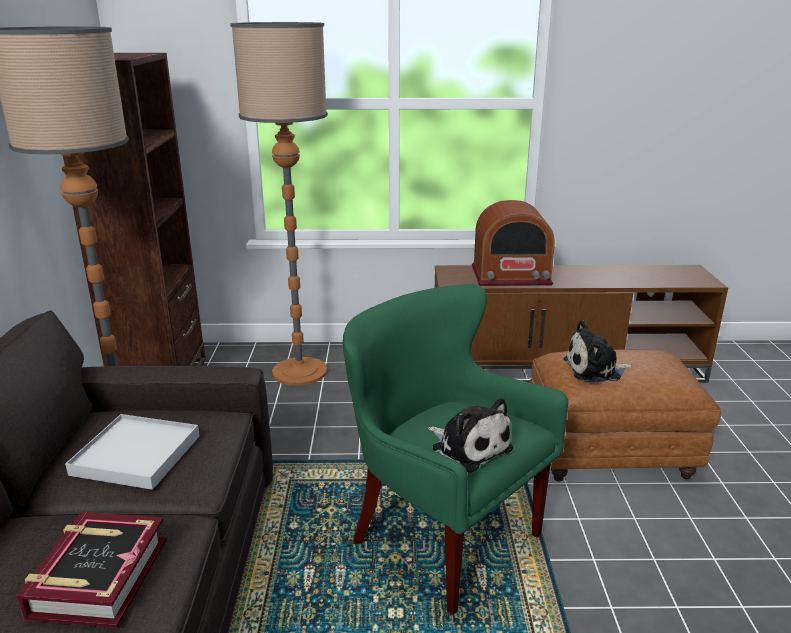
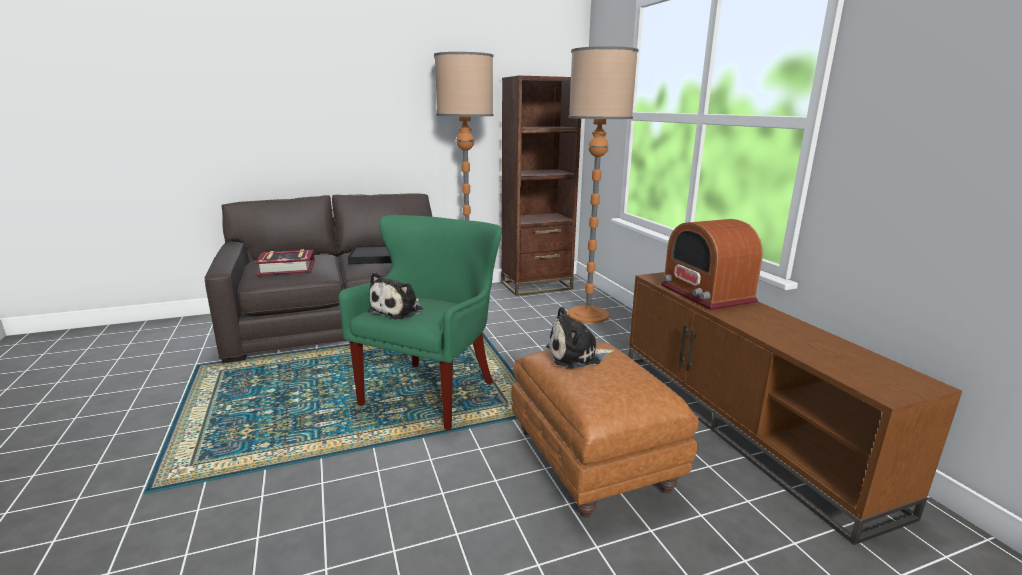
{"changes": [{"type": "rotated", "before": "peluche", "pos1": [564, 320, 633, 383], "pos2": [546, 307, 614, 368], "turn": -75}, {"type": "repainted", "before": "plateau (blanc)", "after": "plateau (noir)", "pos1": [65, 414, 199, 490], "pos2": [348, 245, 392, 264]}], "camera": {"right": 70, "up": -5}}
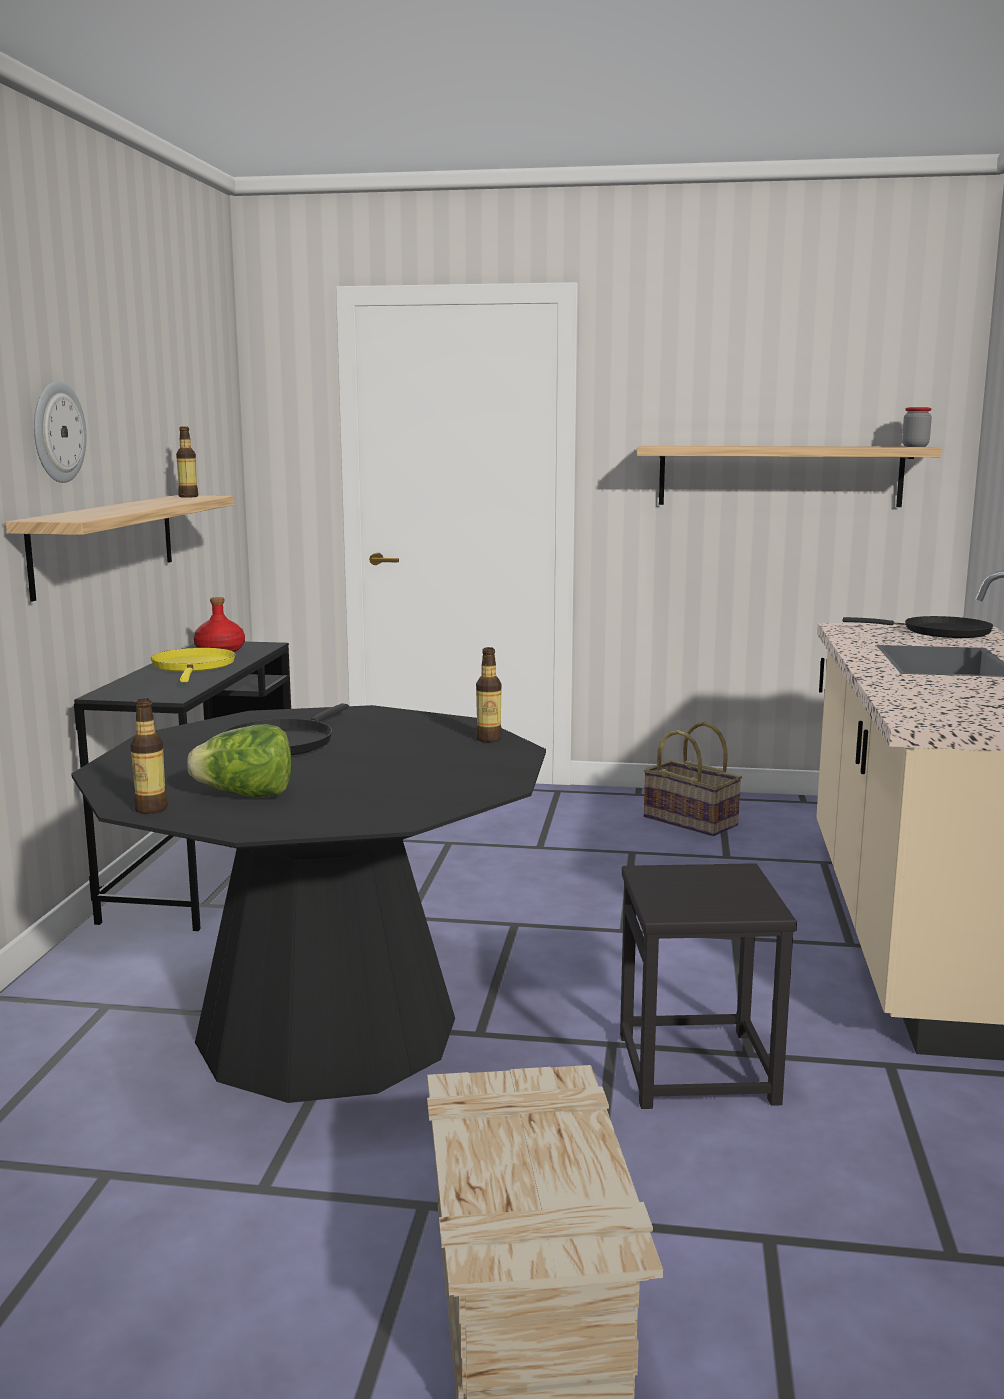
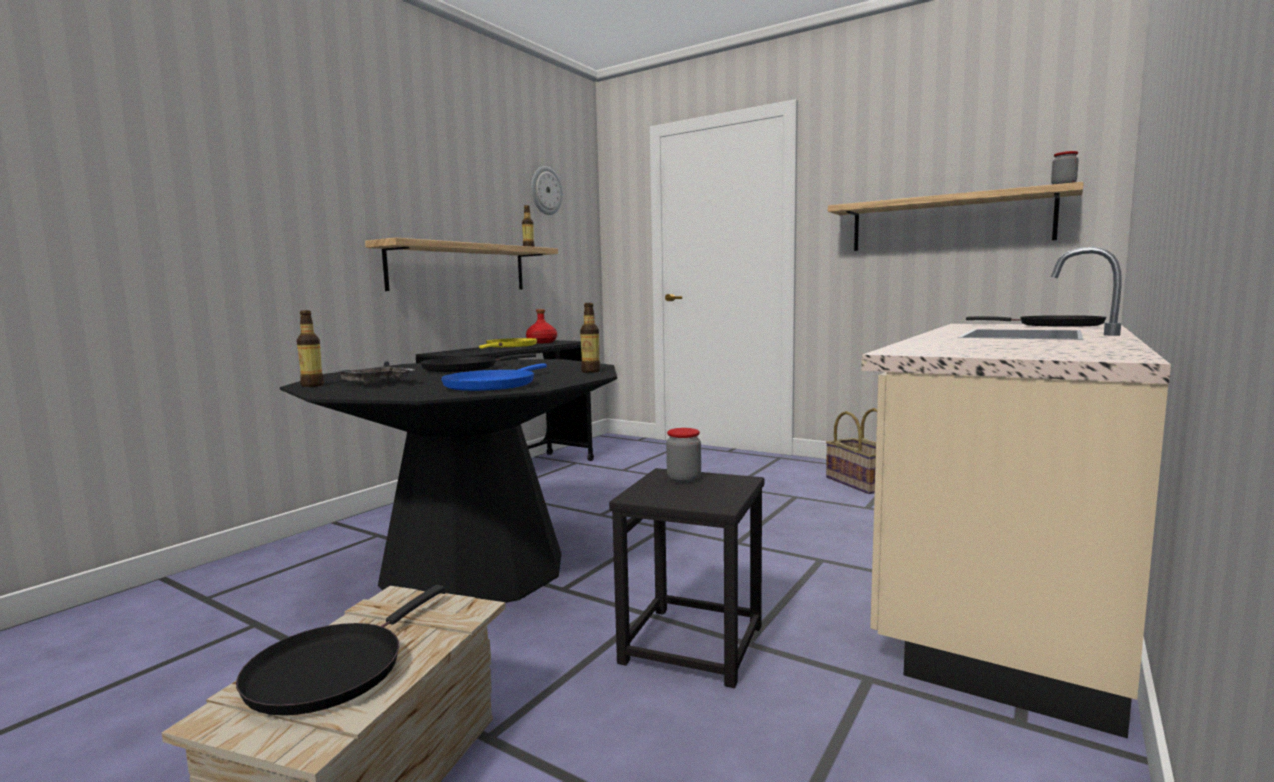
{"changes": [{"type": "shifted", "before": "horloge murale", "pos1": [34, 381, 86, 483], "pos2": [531, 166, 563, 215]}, {"type": "swapped", "before": "laitue", "after": "plateau (gris)", "pos1": [187, 724, 291, 797], "pos2": [339, 361, 414, 384]}, {"type": "new", "after": "poêle (bleu)", "pos2": [441, 364, 547, 391]}, {"type": "new", "after": "bocal", "pos2": [666, 428, 701, 483]}, {"type": "new", "after": "poêle (noir)", "pos2": [236, 585, 444, 715]}], "camera": {"right": 25, "up": -5}}
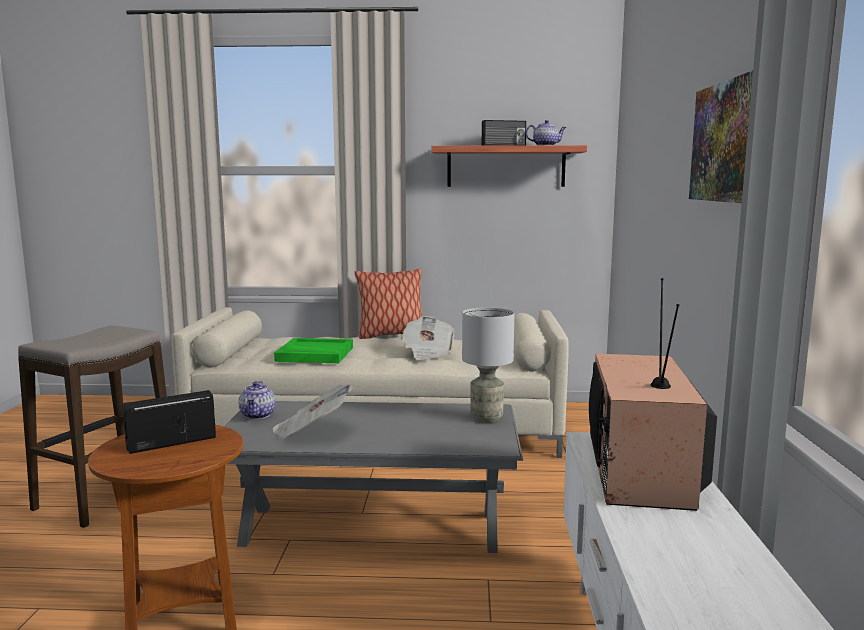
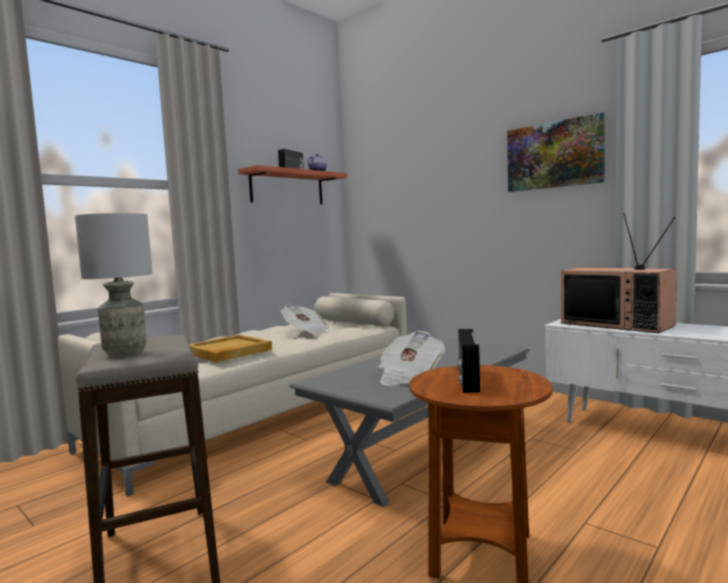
{"changes": [{"type": "gone", "before": "coussin", "pos1": [354, 269, 423, 339]}, {"type": "shifted", "before": "lampe de table (gris)", "pos1": [462, 308, 514, 423], "pos2": [75, 213, 153, 356]}, {"type": "repainted", "before": "plateau (vert)", "after": "plateau (beige)", "pos1": [274, 338, 353, 363], "pos2": [189, 335, 272, 362]}, {"type": "gone", "before": "théière", "pos1": [239, 381, 276, 419]}], "camera": {"right": -50, "up": -5}}
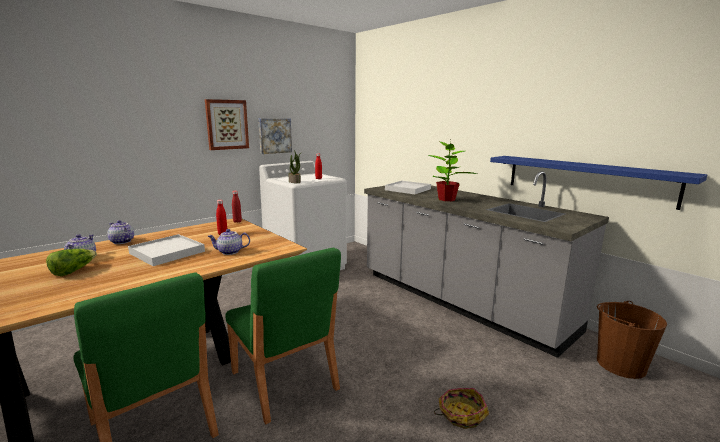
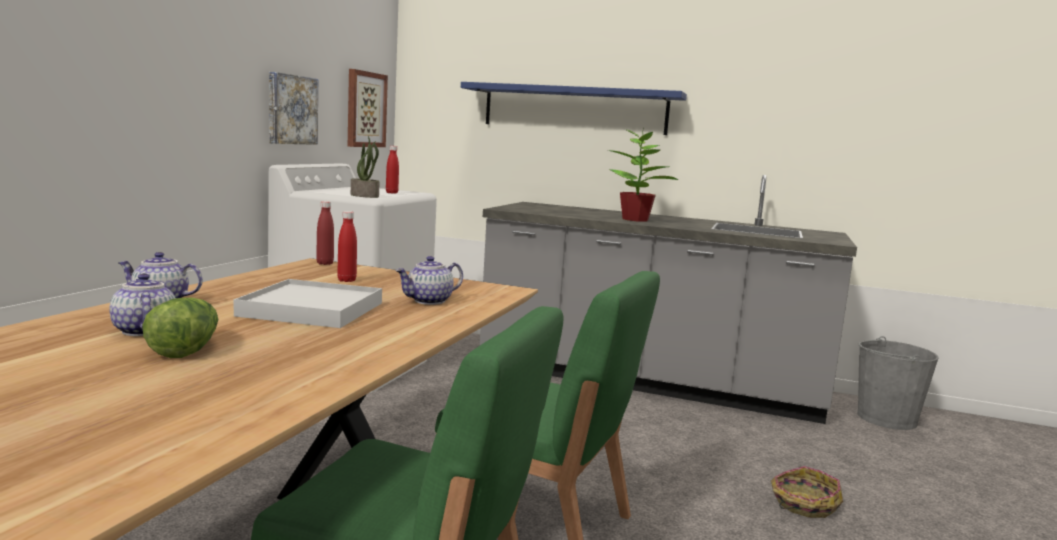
{"changes": [{"type": "shifted", "before": "tableau", "pos1": [205, 99, 249, 150], "pos2": [348, 69, 388, 147]}, {"type": "shifted", "before": "étagère (bleu)", "pos1": [490, 156, 707, 210], "pos2": [461, 82, 687, 135]}, {"type": "gone", "before": "plateau (blanc)", "pos1": [385, 181, 431, 194]}, {"type": "repainted", "before": "seau (marron)", "after": "seau (gris)", "pos1": [597, 301, 667, 379], "pos2": [857, 336, 939, 430]}], "camera": {"right": -30, "up": -5}}
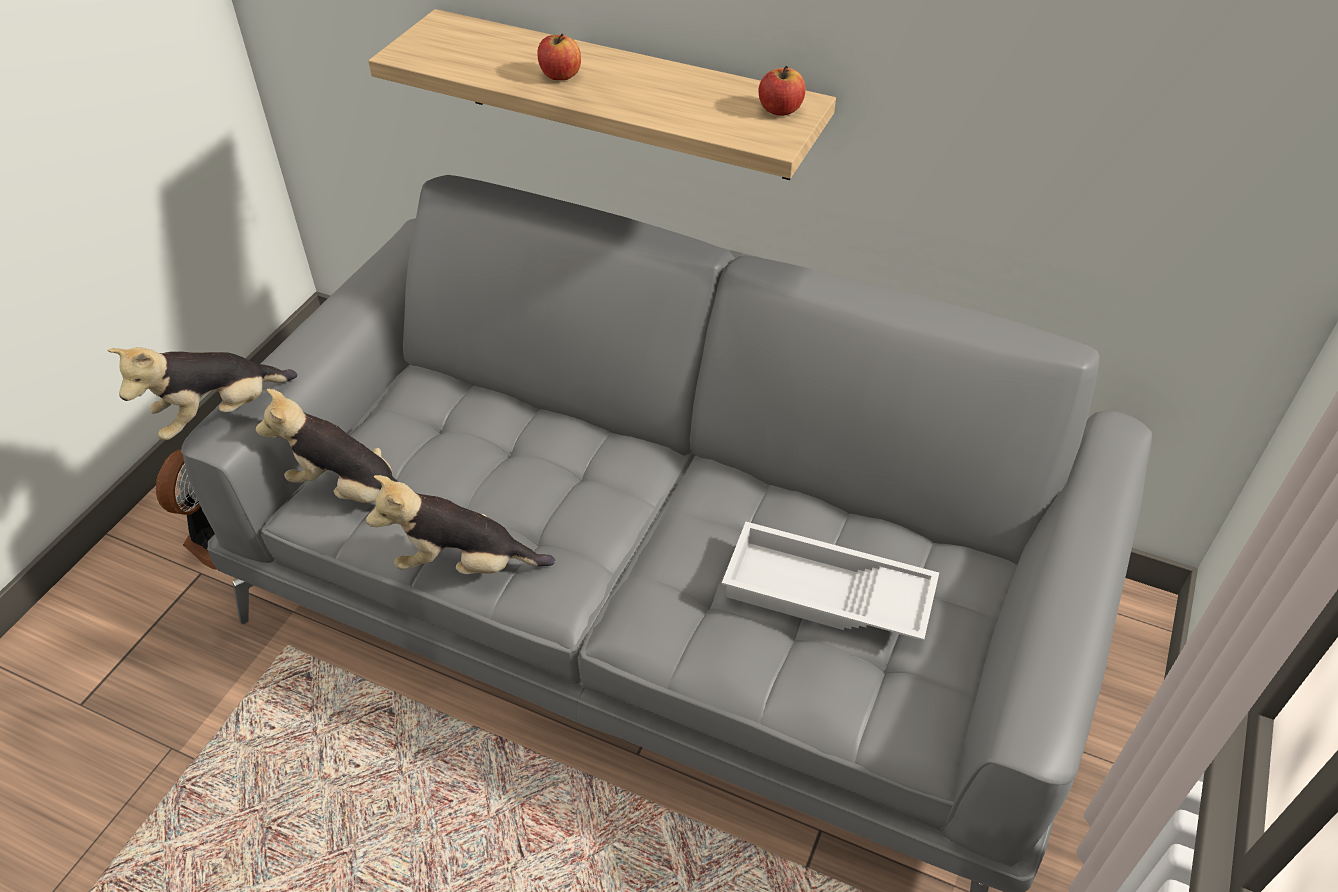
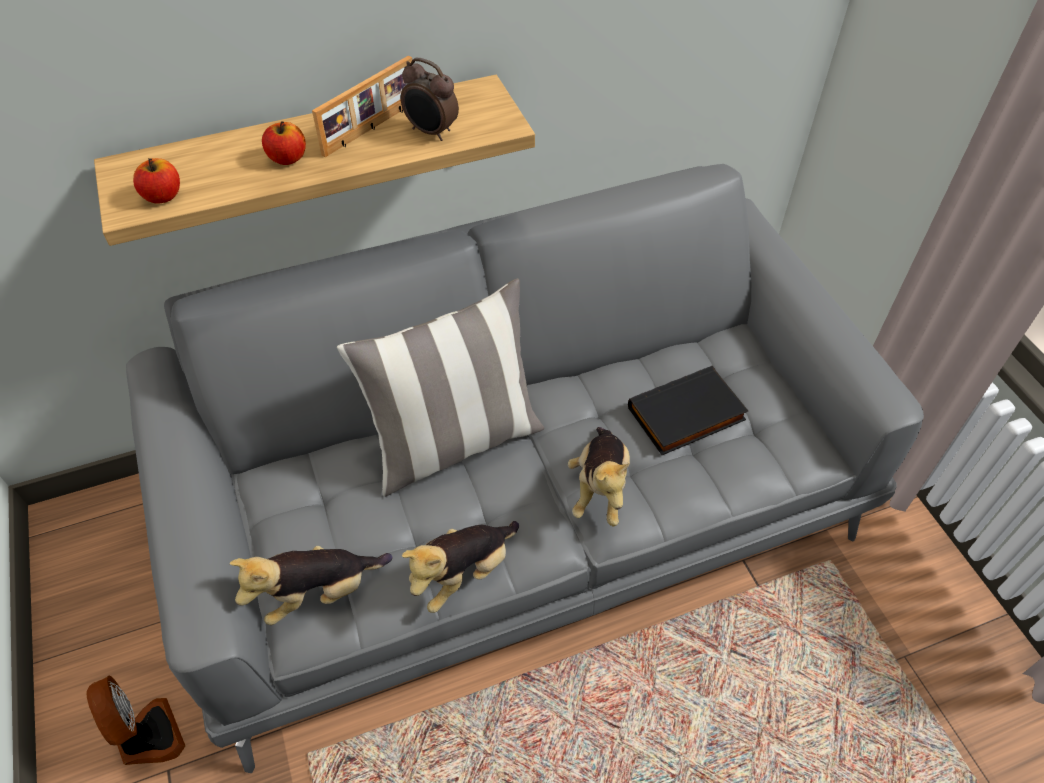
{"changes": [{"type": "shifted", "before": "pomme", "pos1": [758, 66, 806, 116], "pos2": [133, 158, 180, 204]}, {"type": "shifted", "before": "peluche", "pos1": [107, 347, 298, 440], "pos2": [568, 427, 630, 527]}, {"type": "swapped", "before": "plateau (blanc)", "after": "livre (noir)", "pos1": [722, 522, 939, 641], "pos2": [628, 366, 748, 455]}, {"type": "new", "after": "cadre photo", "pos2": [312, 56, 412, 157]}, {"type": "new", "after": "réveil", "pos2": [401, 58, 459, 141]}, {"type": "new", "after": "coussin", "pos2": [337, 278, 544, 497]}], "camera": {"right": -45, "up": 5}}
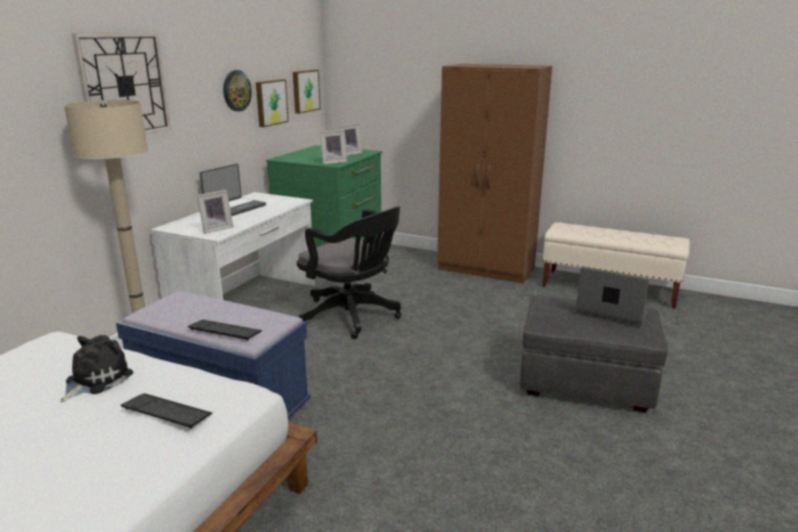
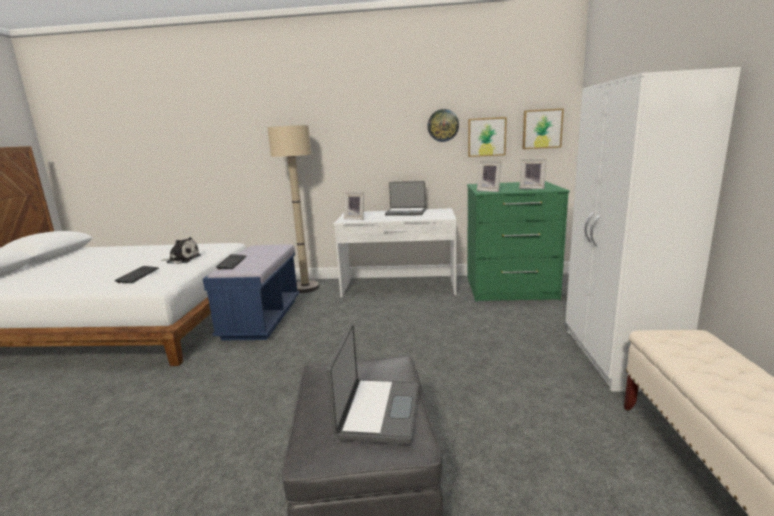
{"changes": [{"type": "gone", "before": "horloge murale", "pos1": [72, 33, 171, 134]}, {"type": "repainted", "before": "armoire (marron)", "after": "armoire (blanc)", "pos1": [437, 64, 552, 284], "pos2": [565, 67, 741, 392]}, {"type": "gone", "before": "chaise de bureau (noir)", "pos1": [297, 206, 401, 339]}], "camera": {"right": 70, "up": -5}}
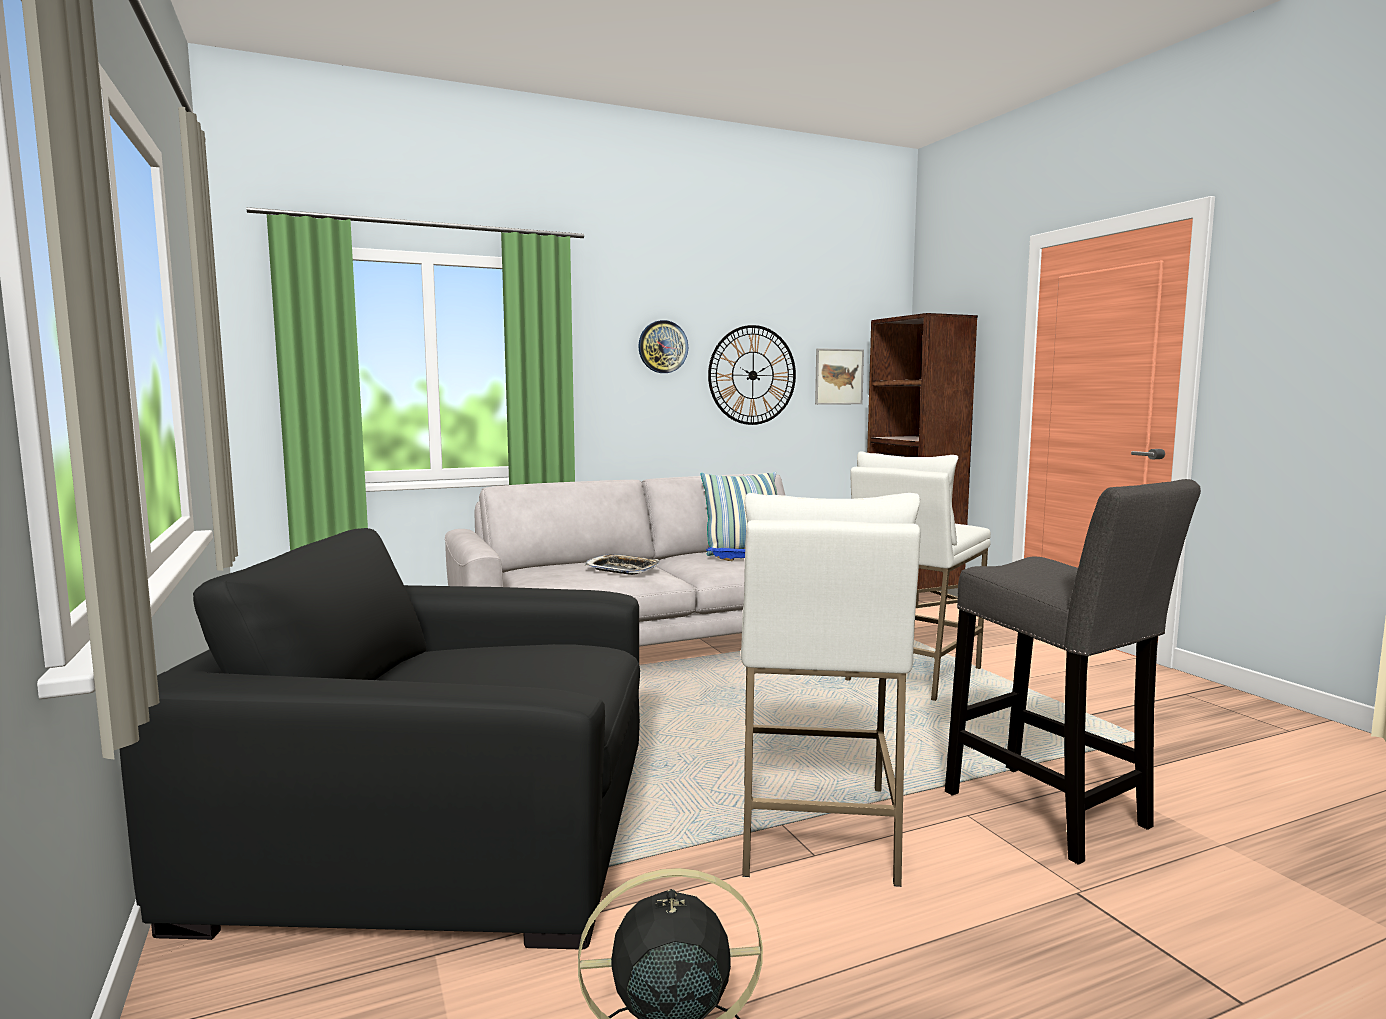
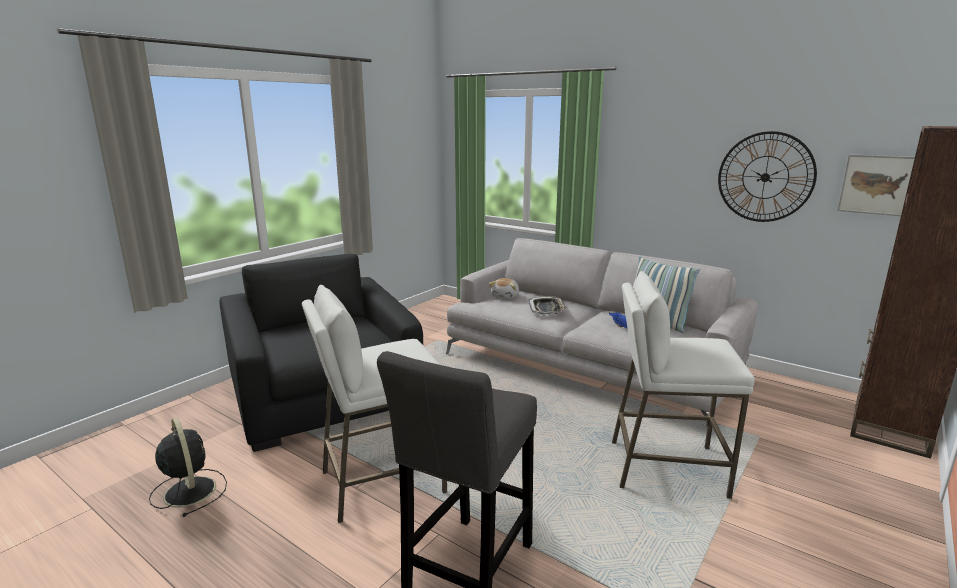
{"changes": [{"type": "gone", "before": "horloge murale", "pos1": [638, 320, 688, 373]}, {"type": "new", "after": "peluche", "pos2": [489, 278, 519, 299]}], "camera": {"right": 60, "up": 10}}
